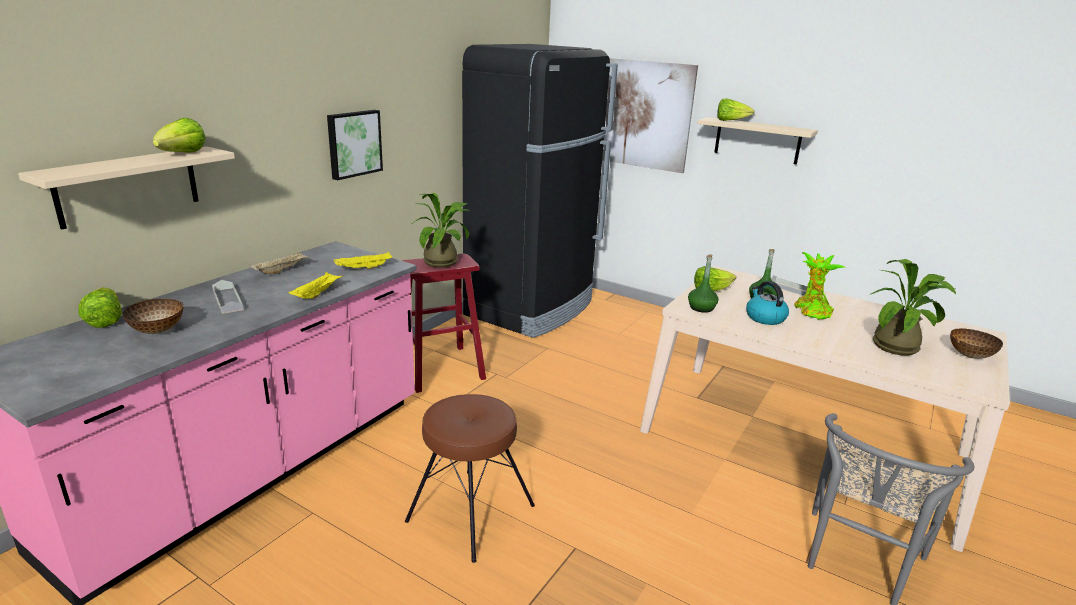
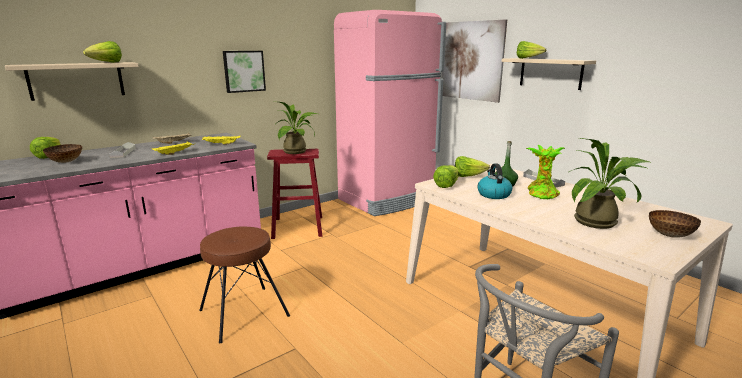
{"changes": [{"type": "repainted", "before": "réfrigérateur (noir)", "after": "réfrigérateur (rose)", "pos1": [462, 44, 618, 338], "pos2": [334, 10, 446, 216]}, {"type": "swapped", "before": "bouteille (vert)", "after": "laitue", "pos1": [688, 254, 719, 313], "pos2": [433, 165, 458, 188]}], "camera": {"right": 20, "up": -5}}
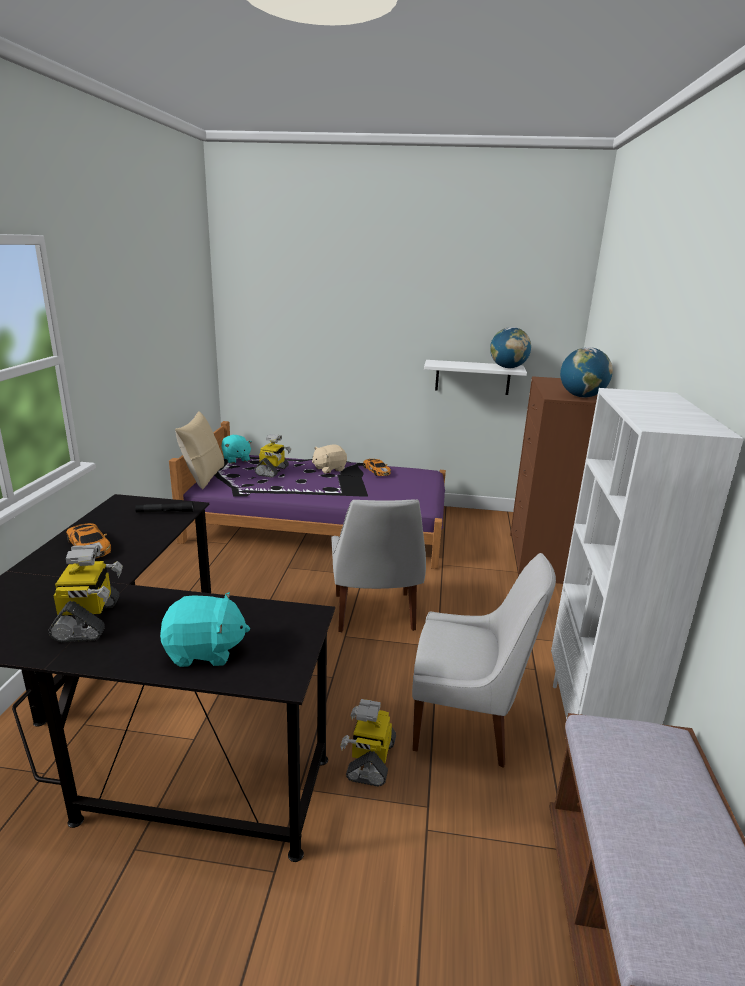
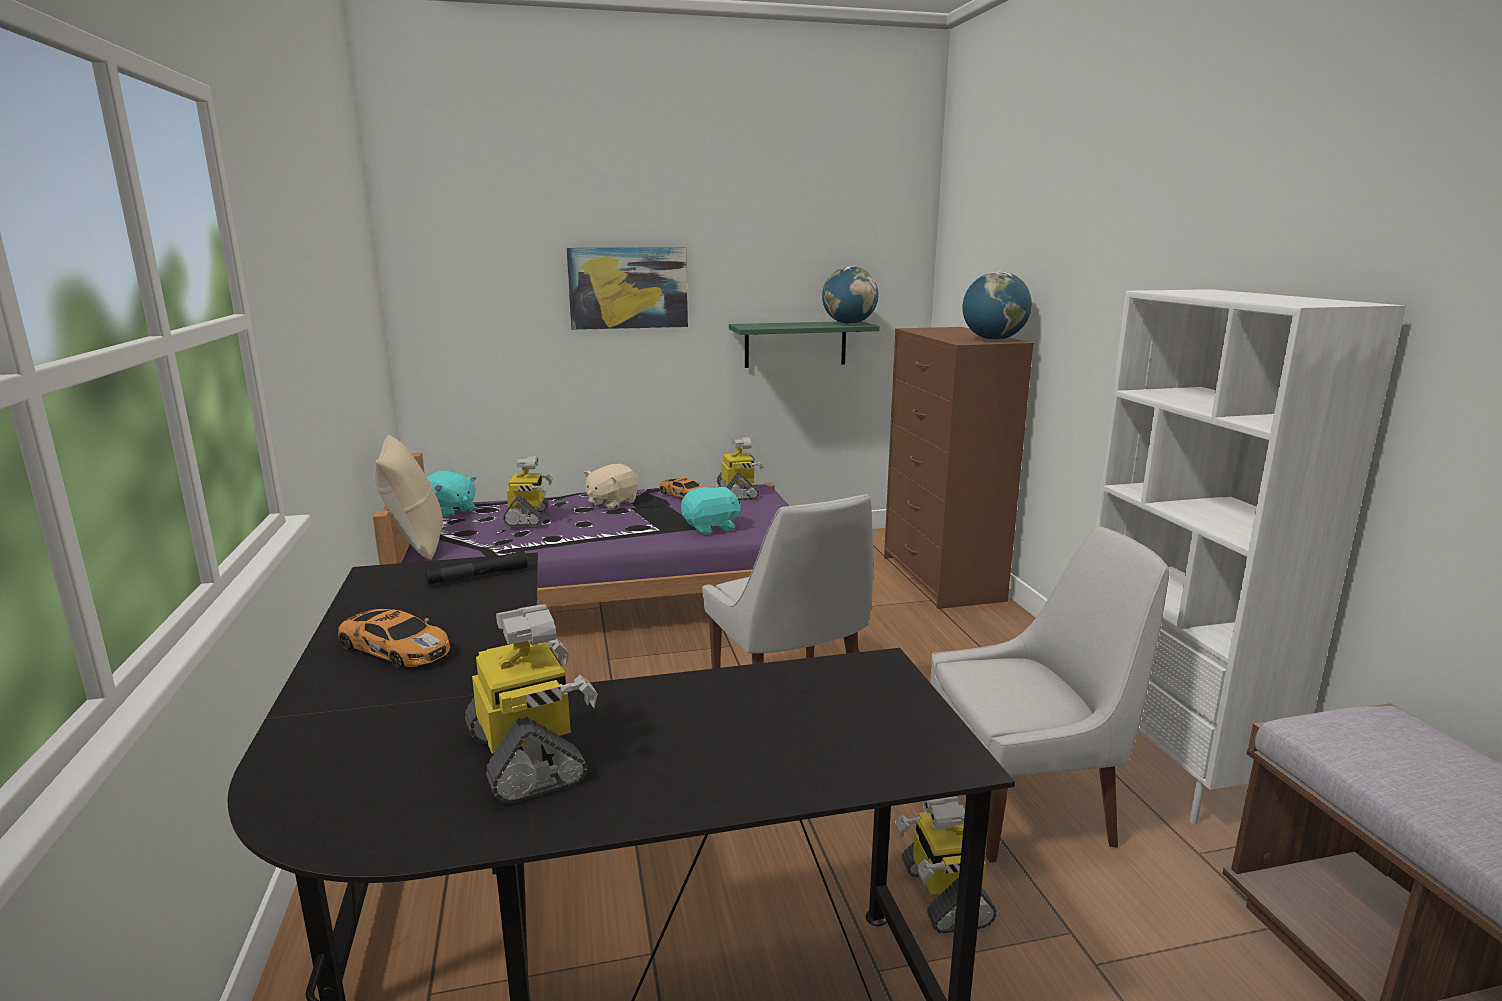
{"changes": [{"type": "repainted", "before": "étagère (blanc)", "after": "étagère (vert)", "pos1": [424, 360, 527, 395], "pos2": [729, 321, 880, 368]}, {"type": "shifted", "before": "peluche (turquoise)", "pos1": [160, 592, 250, 667], "pos2": [681, 486, 742, 535]}, {"type": "new", "after": "tableau", "pos2": [566, 247, 688, 330]}, {"type": "new", "after": "robot jouet", "pos2": [717, 437, 764, 500]}], "camera": {"right": -20, "up": -5}}
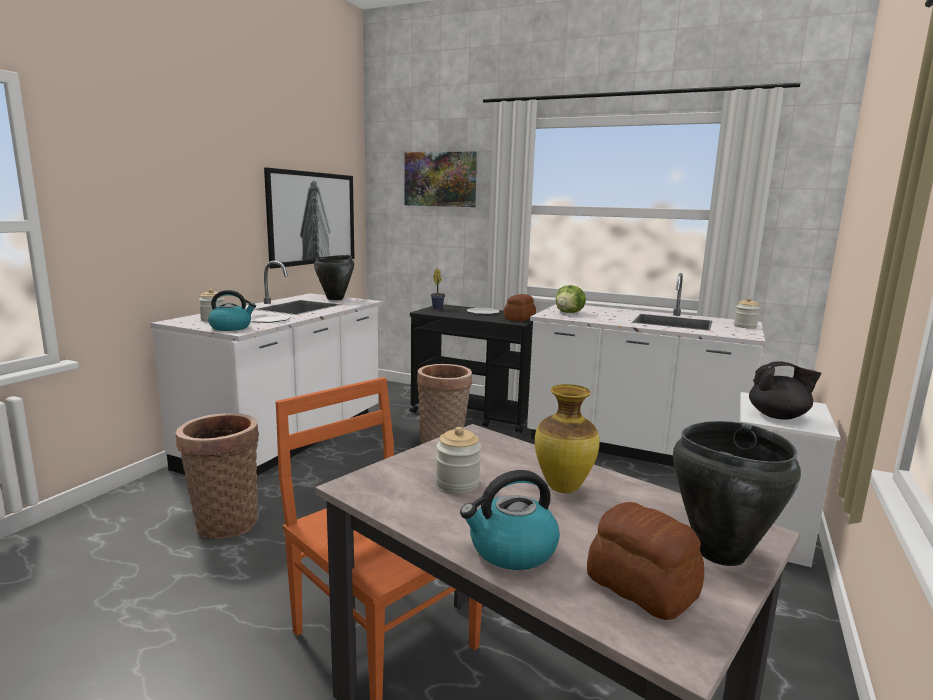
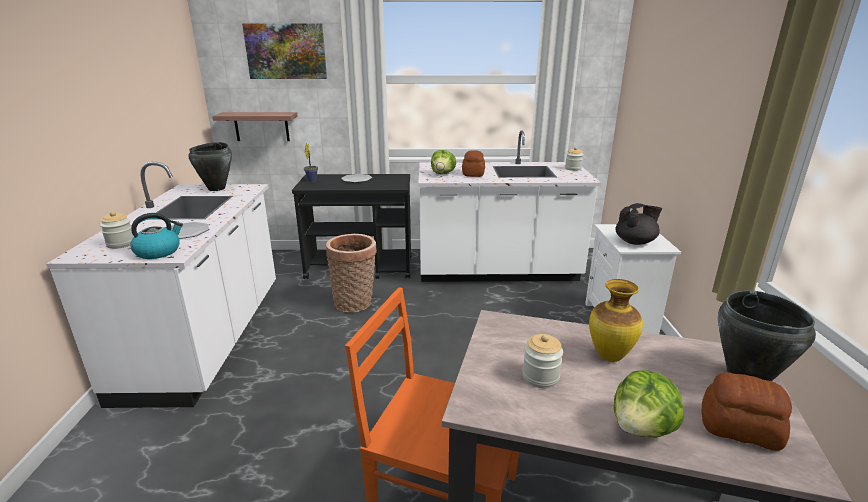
{"changes": [{"type": "gone", "before": "tableau", "pos1": [264, 167, 354, 268]}, {"type": "shifted", "before": "pain", "pos1": [504, 294, 536, 321], "pos2": [462, 150, 485, 177]}, {"type": "gone", "before": "panier", "pos1": [176, 413, 259, 539]}, {"type": "swapped", "before": "bouilloire", "after": "laitue", "pos1": [460, 470, 560, 570], "pos2": [614, 370, 684, 438]}, {"type": "new", "after": "étagère", "pos2": [212, 112, 298, 141]}], "camera": {"right": -25, "up": 10}}
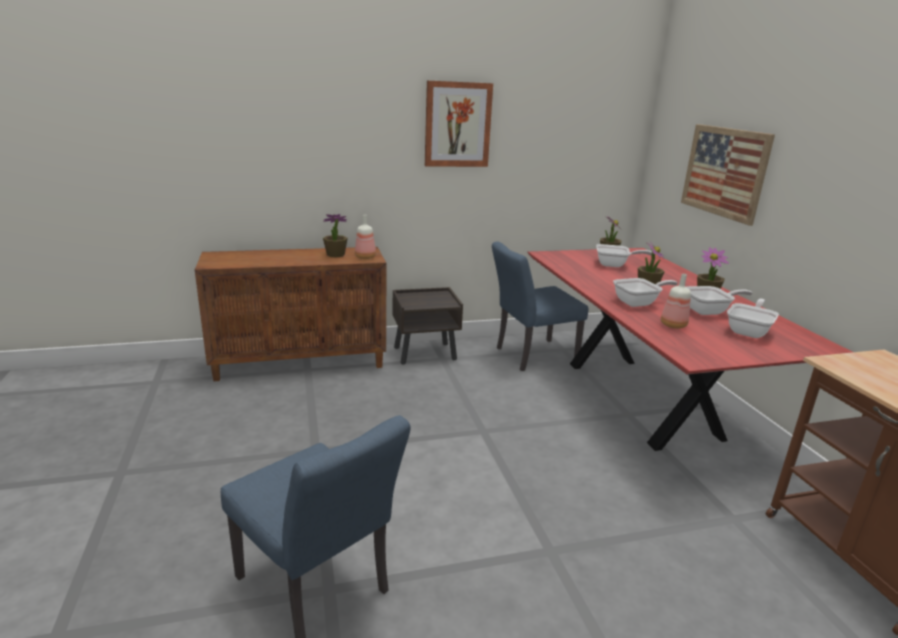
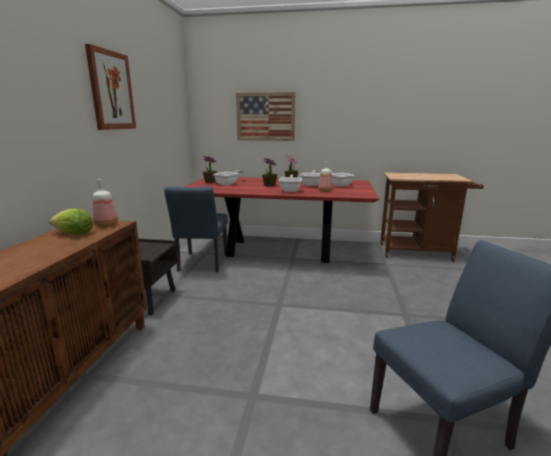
{"changes": [{"type": "swapped", "before": "plante en pot", "after": "laitue", "pos1": [323, 214, 348, 258], "pos2": [49, 208, 93, 235]}], "camera": {"right": -65, "up": -5}}
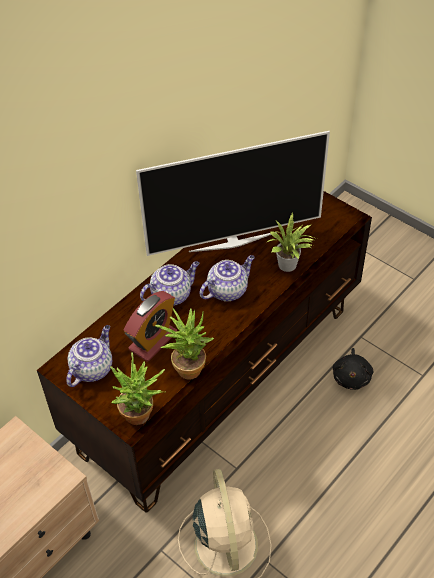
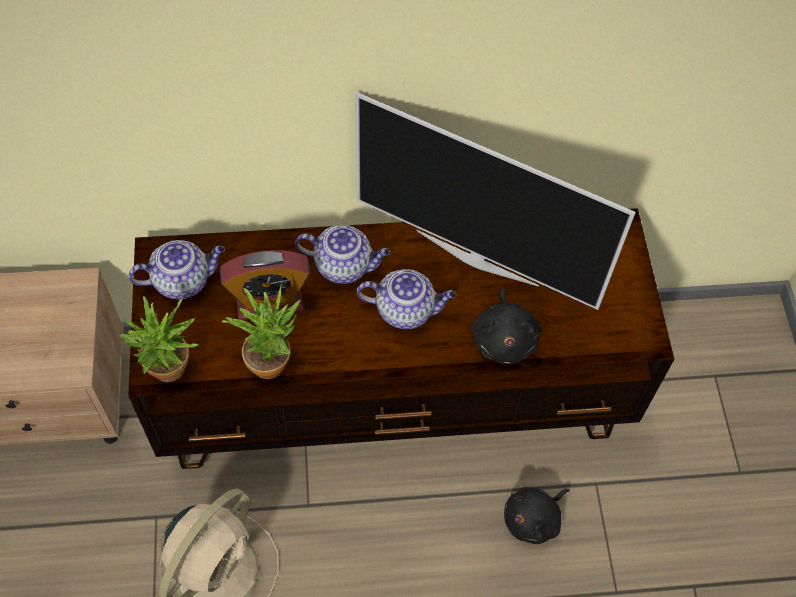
{"changes": [{"type": "swapped", "before": "plante en pot", "after": "peluche (noir)", "pos1": [267, 213, 317, 272], "pos2": [472, 288, 541, 364]}], "camera": {"right": 40, "up": 10}}
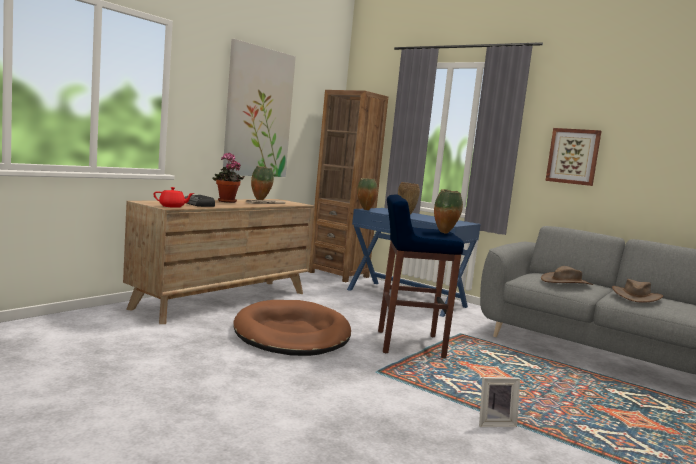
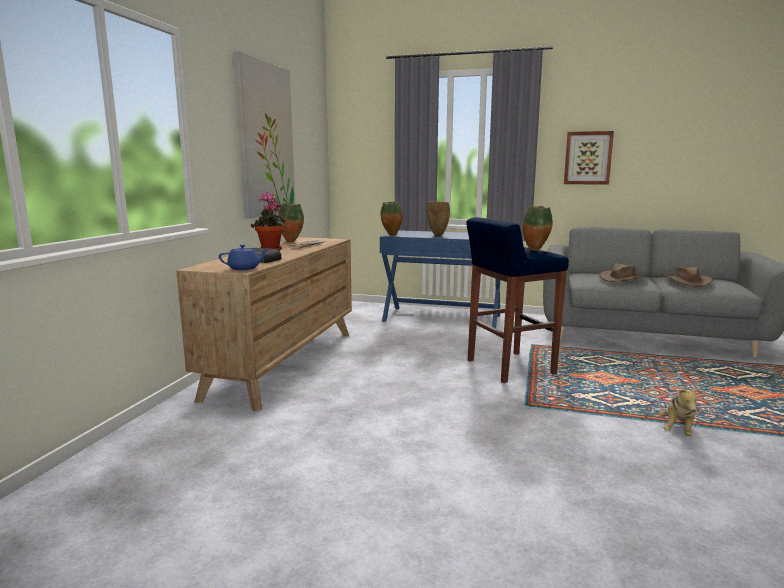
{"changes": [{"type": "gone", "before": "bibliothèque (marron)", "pos1": [309, 90, 388, 282]}, {"type": "repainted", "before": "théière (rouge)", "after": "théière (bleu)", "pos1": [153, 187, 195, 208], "pos2": [219, 244, 269, 270]}, {"type": "gone", "before": "panier pour chien (marron)", "pos1": [233, 300, 351, 356]}, {"type": "swapped", "before": "cadre photo", "after": "peluche", "pos1": [479, 377, 520, 427], "pos2": [659, 387, 699, 436]}], "camera": {"right": -20, "up": 5}}
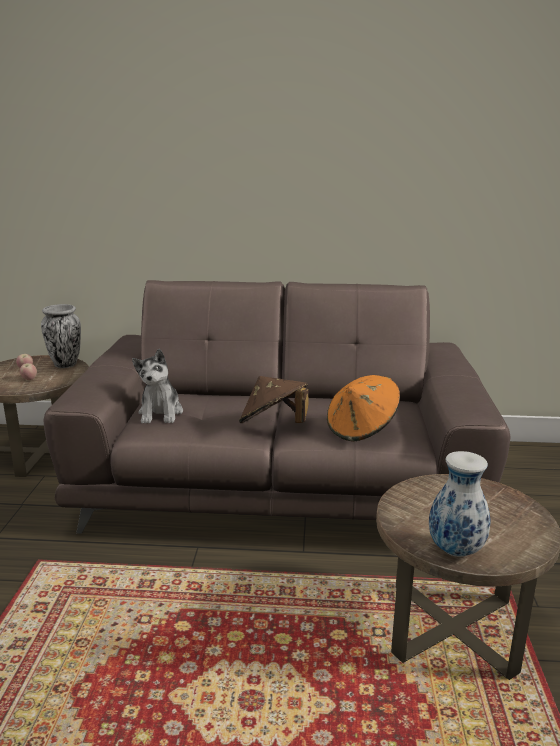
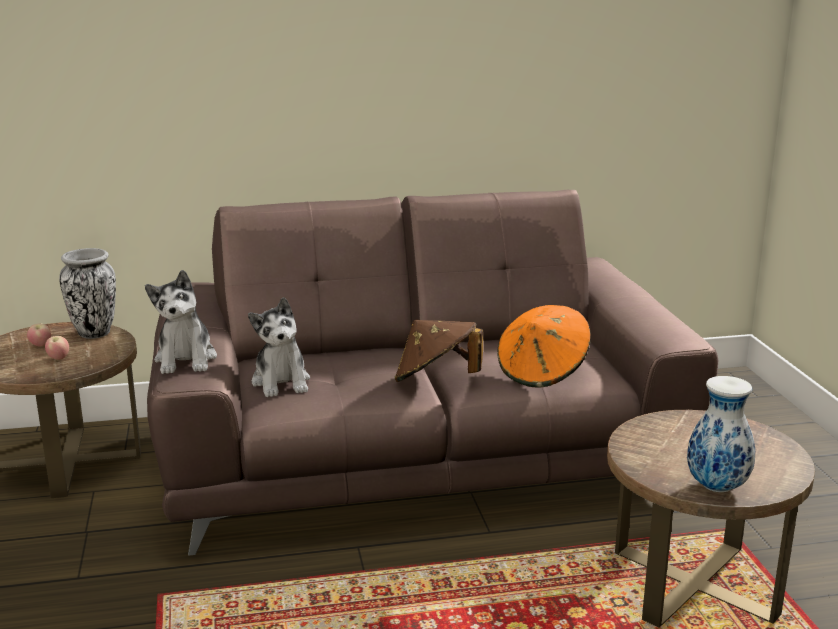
{"changes": [{"type": "new", "after": "peluche", "pos2": [145, 270, 217, 374]}], "camera": {"right": -15, "up": 0}}
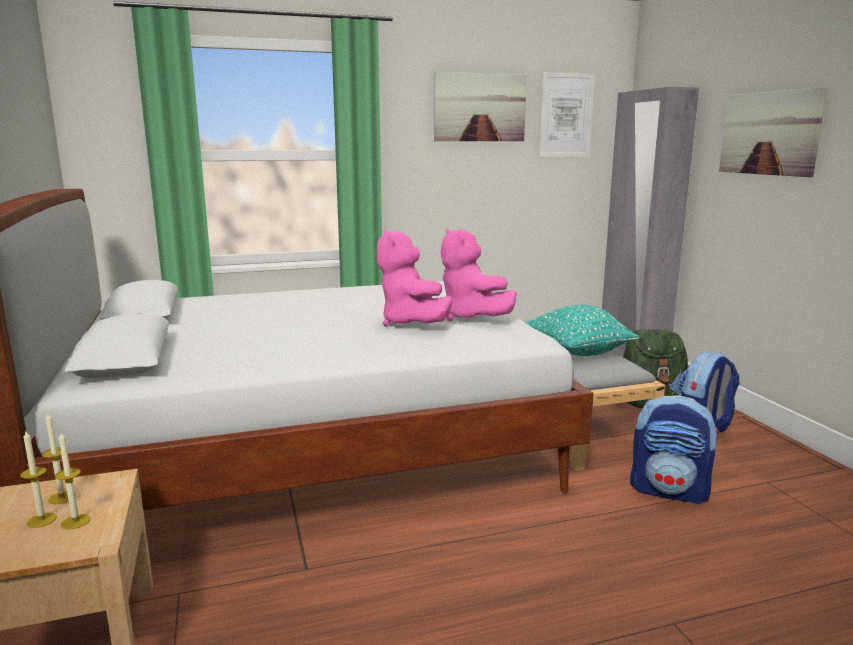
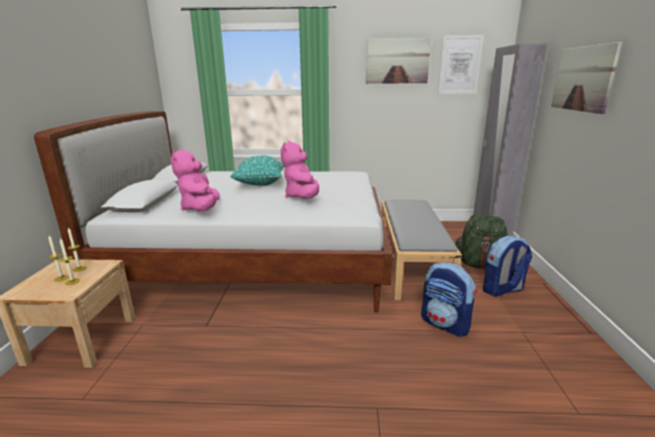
{"changes": [{"type": "shifted", "before": "peluche (rose)", "pos1": [441, 228, 517, 321], "pos2": [171, 149, 220, 211]}, {"type": "shifted", "before": "coussin (turquoise)", "pos1": [525, 305, 640, 356], "pos2": [230, 156, 284, 186]}], "camera": {"right": 20, "up": 5}}
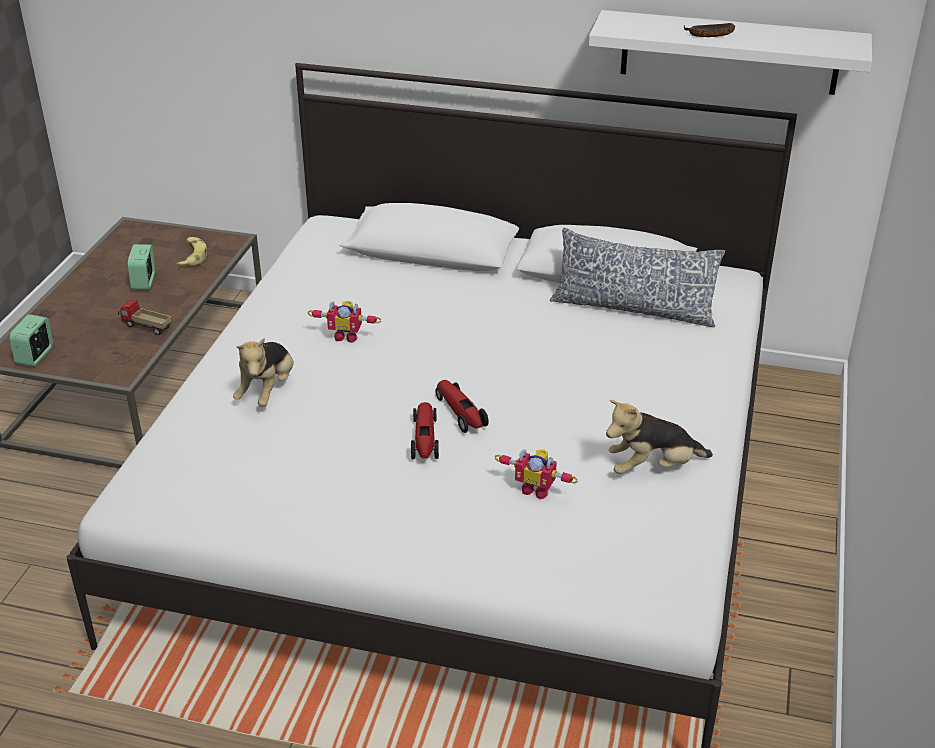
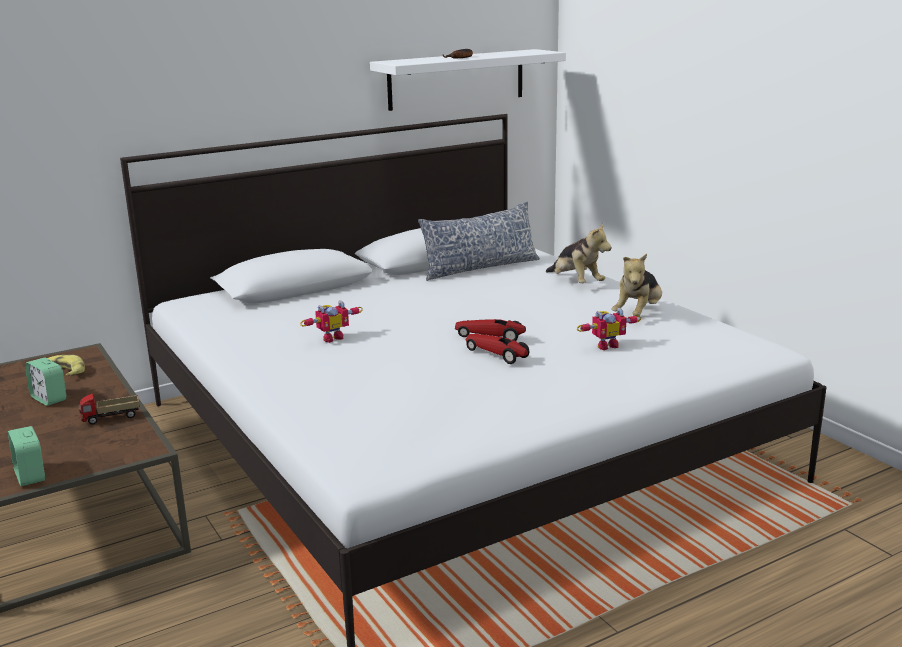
{"changes": [{"type": "shifted", "before": "peluche", "pos1": [233, 338, 294, 407], "pos2": [546, 223, 612, 283]}], "camera": {"right": -45, "up": -15}}
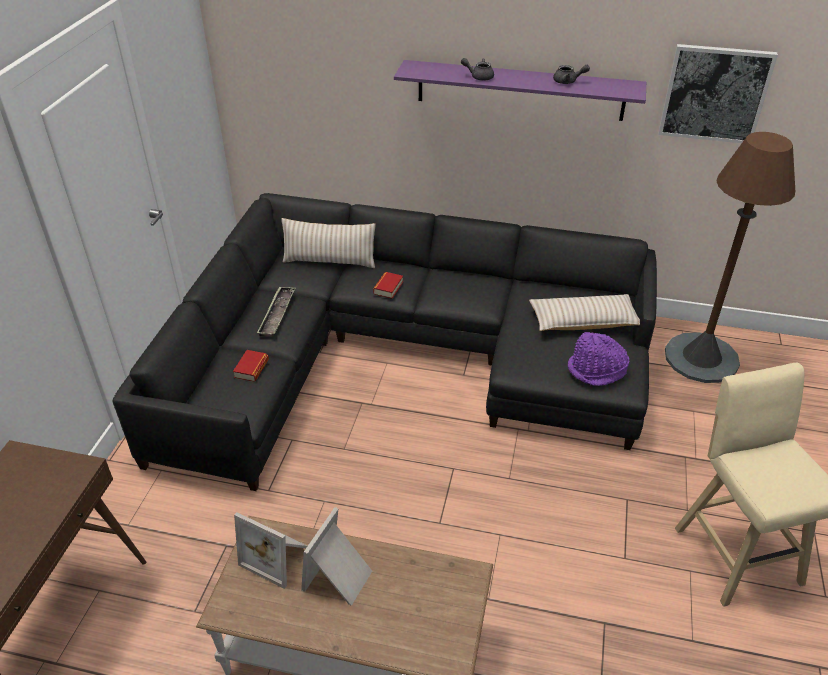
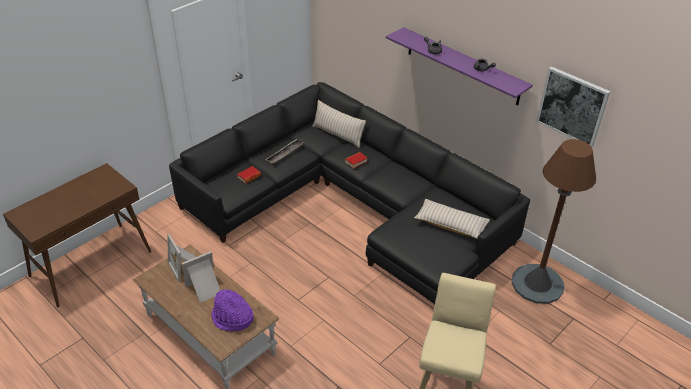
{"changes": [{"type": "shifted", "before": "chapeau (violet)", "pos1": [568, 332, 629, 386], "pos2": [211, 289, 254, 332]}], "camera": {"right": 30, "up": 0}}
